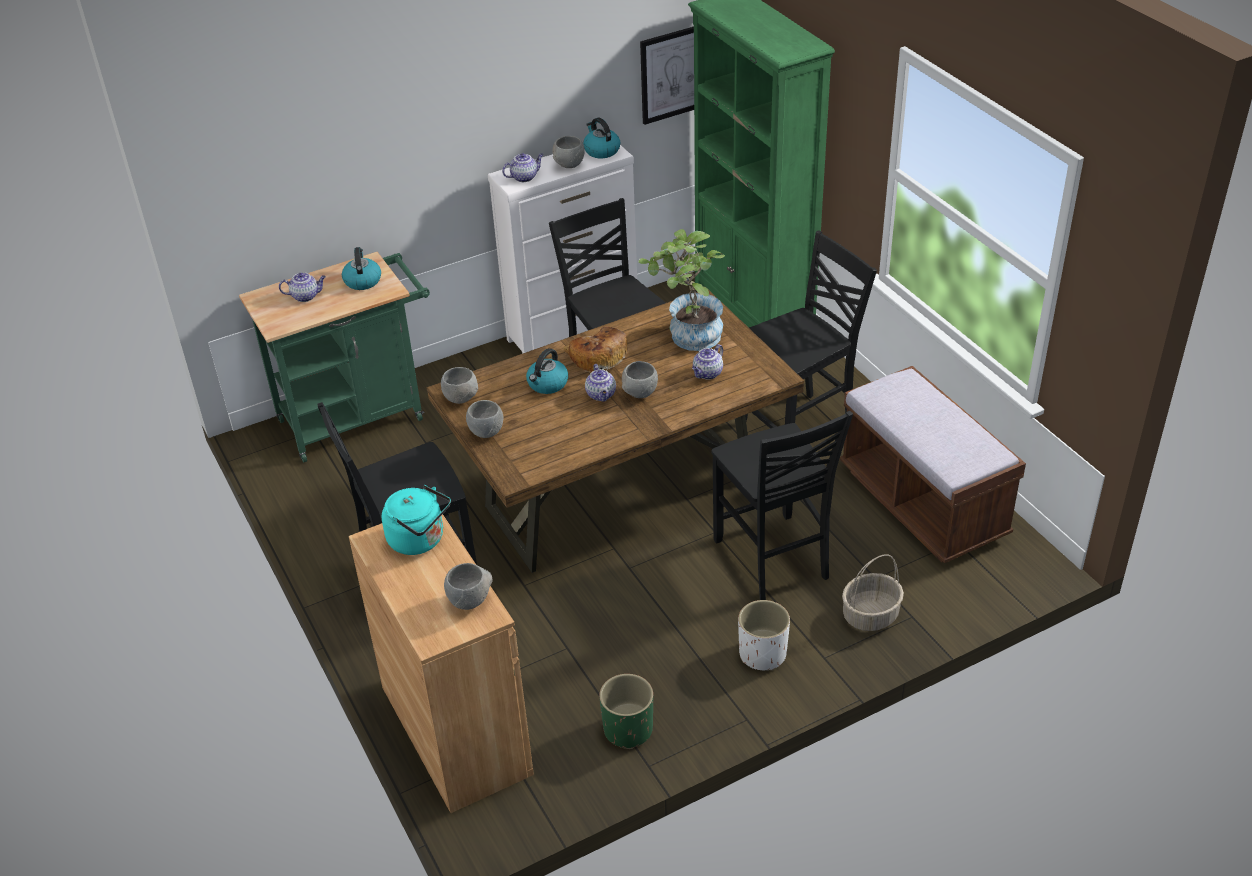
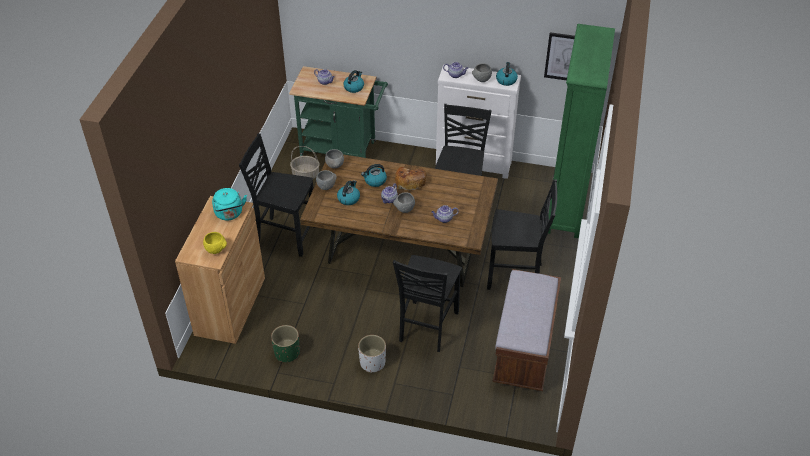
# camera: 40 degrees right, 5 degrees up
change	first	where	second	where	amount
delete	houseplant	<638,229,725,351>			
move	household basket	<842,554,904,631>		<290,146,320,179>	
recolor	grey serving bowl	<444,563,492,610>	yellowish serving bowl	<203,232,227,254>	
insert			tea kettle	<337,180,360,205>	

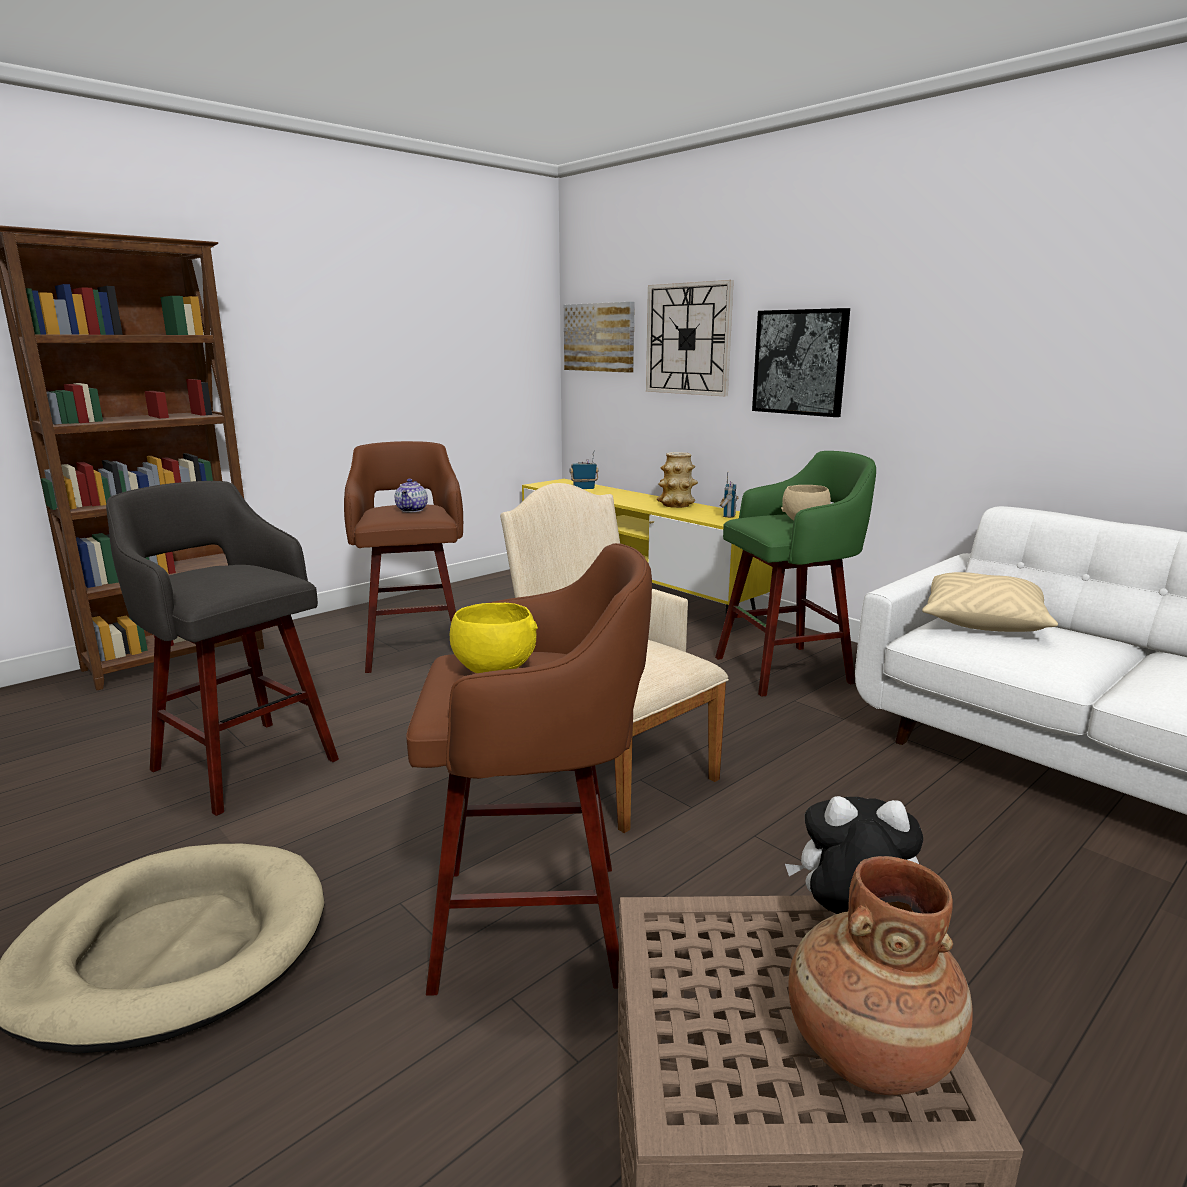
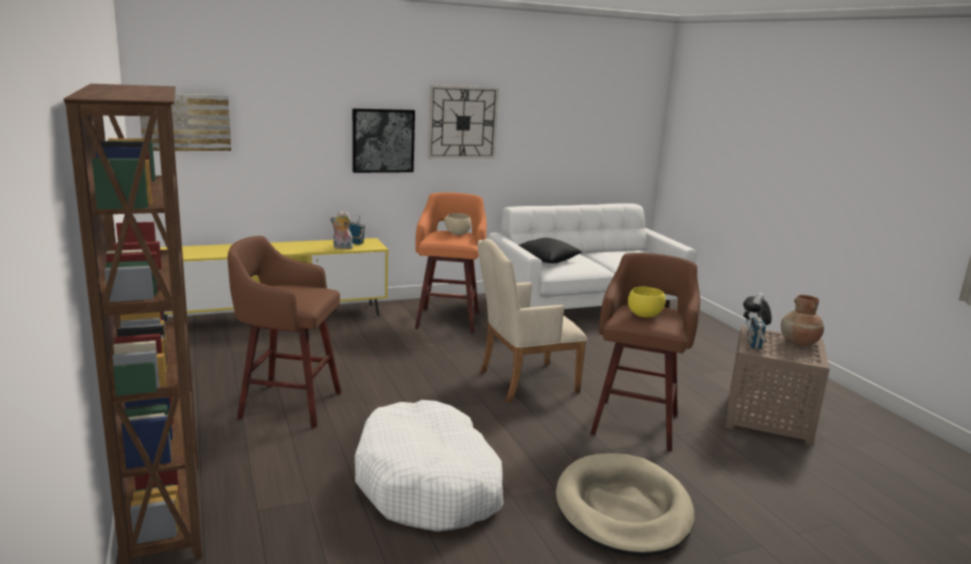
# camera: 70 degrees left, 0 degrees up
change	first	where	second	where	amount
move	wall clock	<646,280,734,396>		<428,85,499,159>	
move	radio set	<569,450,598,489>		<748,304,767,349>	
recolor	green-coloured stool seat	<715,451,876,697>	orangey stool seat	<415,192,487,333>	
delete	vase	<657,452,698,508>			
delete	teapot	<395,479,428,512>			
replace	grey stool seat	<106,481,339,816>	white dog bed	<355,400,503,532>	
recolor	sand-coloured pillow	<922,572,1058,632>	black-coloured pillow	<518,238,582,263>	
insert			cuddly toy	<330,211,353,249>	

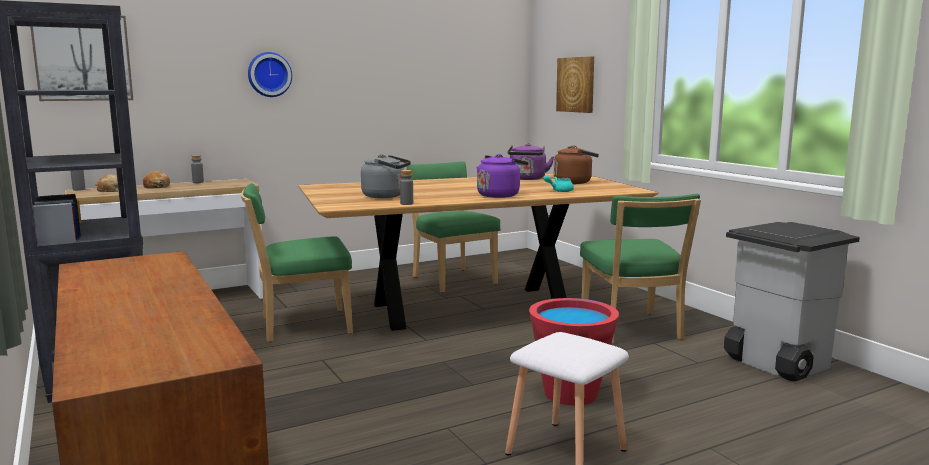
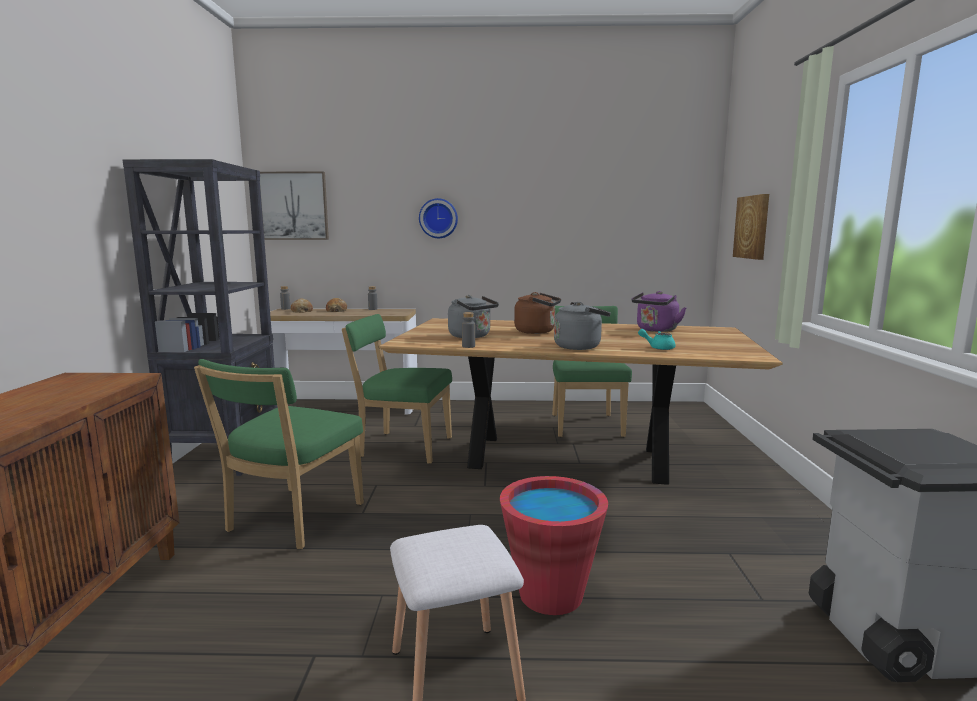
# camera: 30 degrees right, 0 degrees up
change	first	where	second	where	amount
move	brown tea kettle	<554,146,599,184>		<514,292,561,334>	
recolor	purple-coloured tea kettle	<477,154,529,198>	grey tea kettle	<554,302,611,350>	
move	green-coloured chair	<580,194,701,344>		<194,359,364,549>	

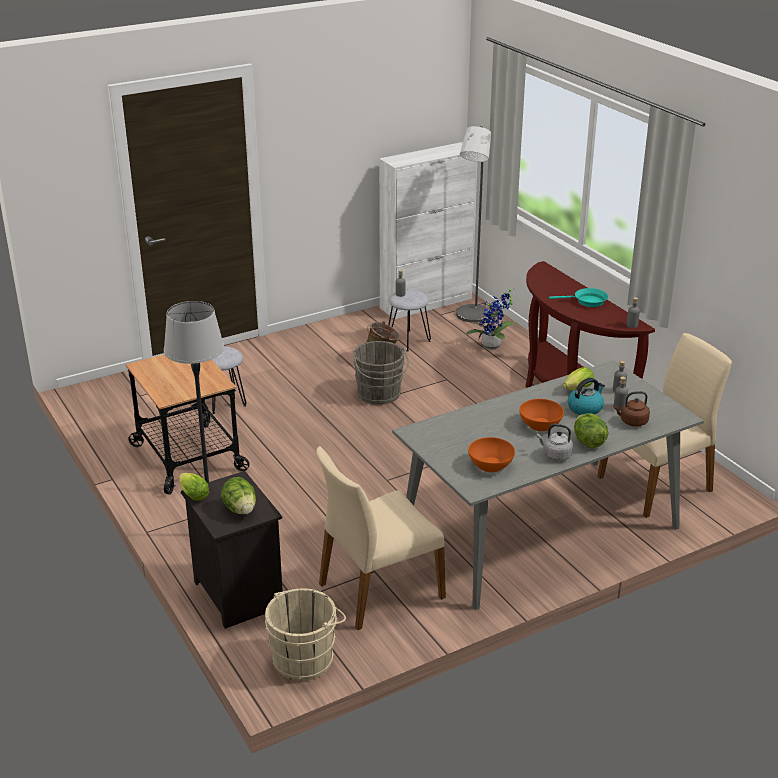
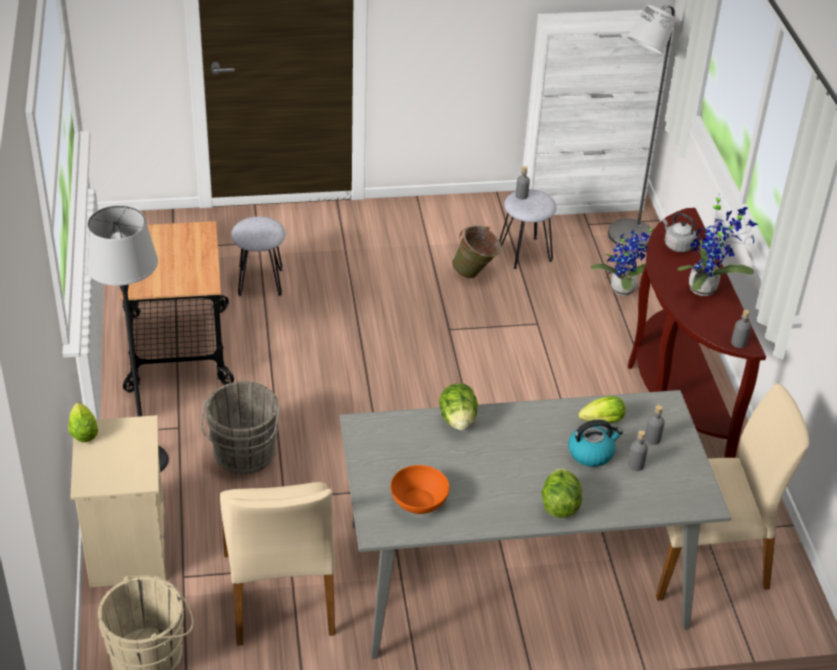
# camera: 20 degrees right, 10 degrees up
change	first	where	second	where	amount
replace	turquoise pan	<549,288,608,307>	houseplant	<677,193,758,296>	
move	grey water bucket	<353,341,409,405>		<201,381,280,474>	
delete	brown tea kettle	<613,391,650,427>			
delete	orangey serving bowl	<519,399,564,431>			
move	grey tea kettle	<537,424,573,461>		<663,213,697,252>	
rotate	sand-coloured chair	<316,446,446,630>		<220,482,335,646>	90 degrees counterclockwise
recolor	black-coloured nightstand	<181,471,283,629>	sand-coloured nightstand	<70,415,166,587>	
move	lettuce	<221,477,256,515>		<439,383,478,431>	

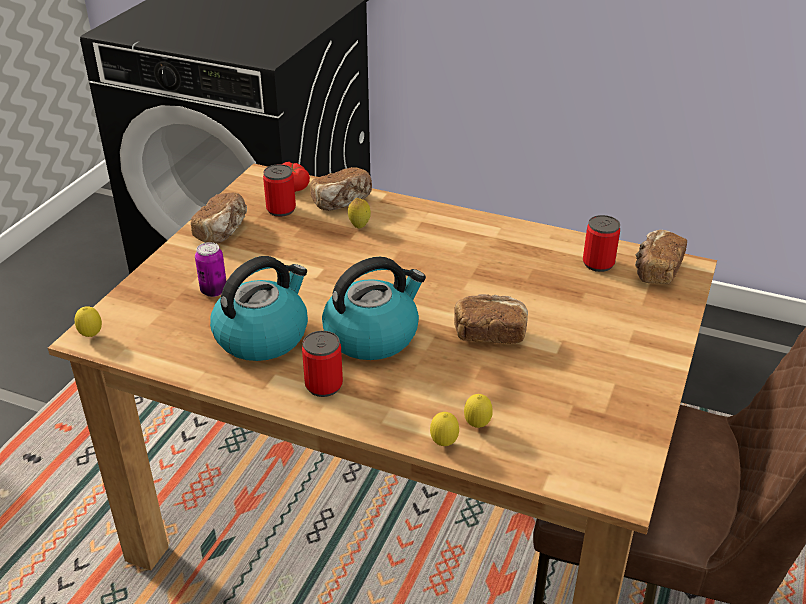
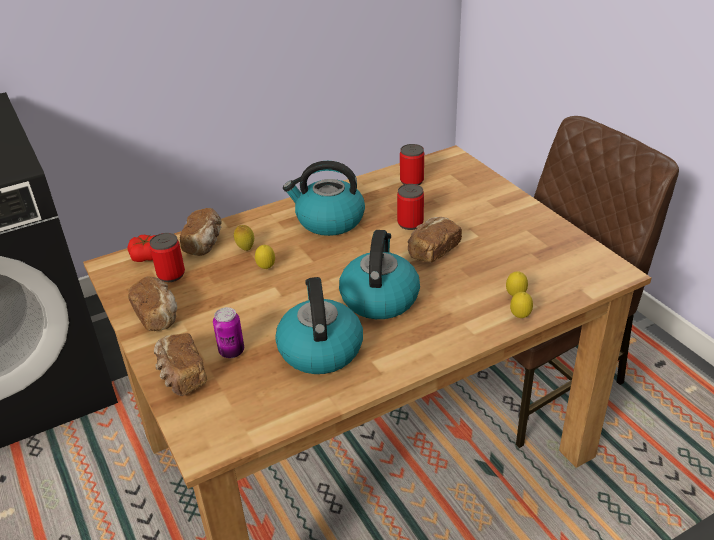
# camera: 50 degrees left, 0 degrees up
change	first	where	second	where	amount
move	bread	<635,230,687,284>		<154,333,207,396>	
move	lemon	<75,306,102,337>		<255,245,275,269>	
move	can	<302,331,343,397>		<397,184,424,230>	
insert			tea kettle	<283,161,365,236>	

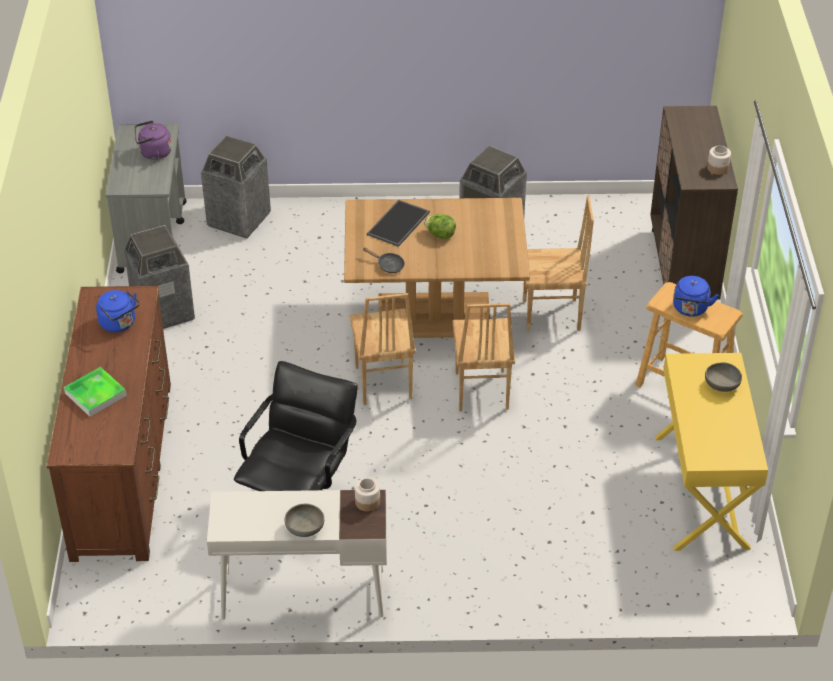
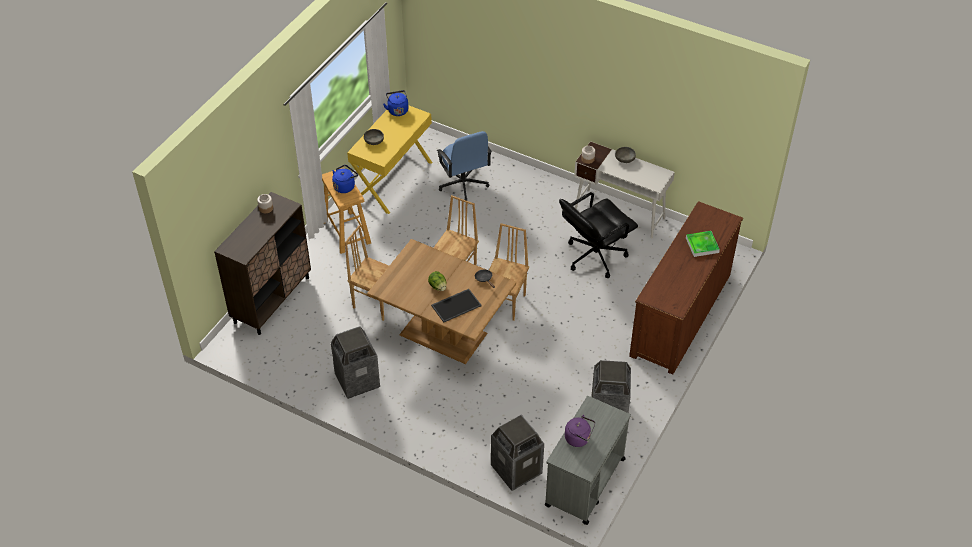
# camera: 150 degrees left, 5 degrees up
change	first	where	second	where	amount
move	bluish tea kettle	<96,290,140,332>		<383,90,408,116>	
insert			bluish office chair	<436,131,492,201>	

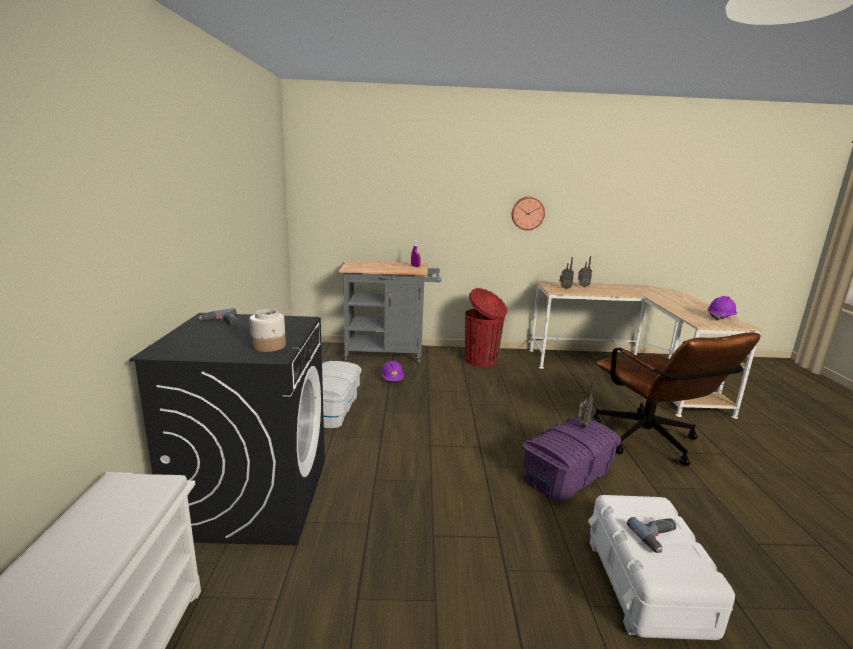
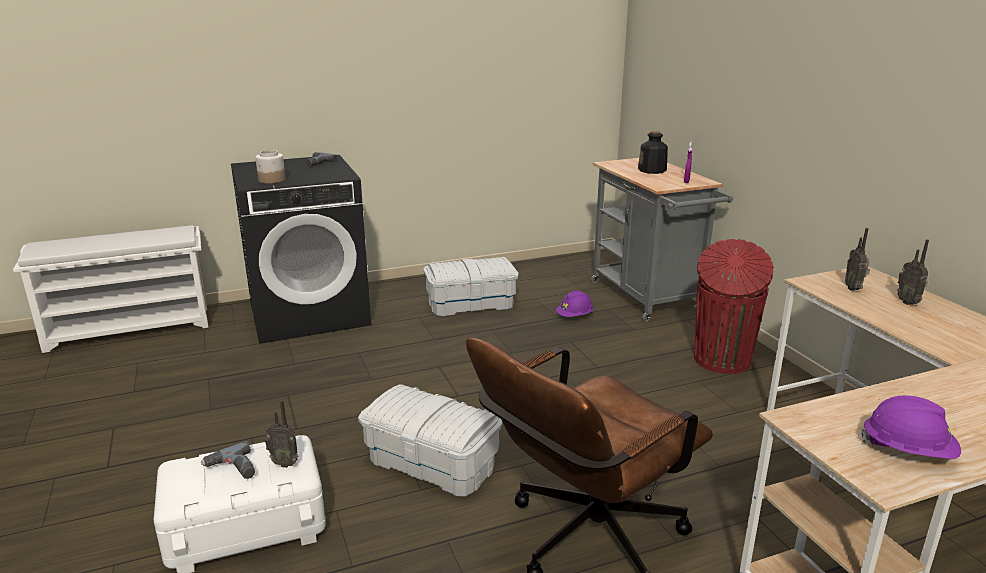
# camera: 70 degrees right, 5 degrees up
change	first	where	second	where	amount
delete	wall clock	<512,197,545,230>			
move	radio set	<578,381,594,428>		<265,400,298,468>	
recolor	purple-coloured storage container	<522,416,621,503>	white storage container	<358,384,503,497>	
insert			drink bottle	<638,131,668,174>	

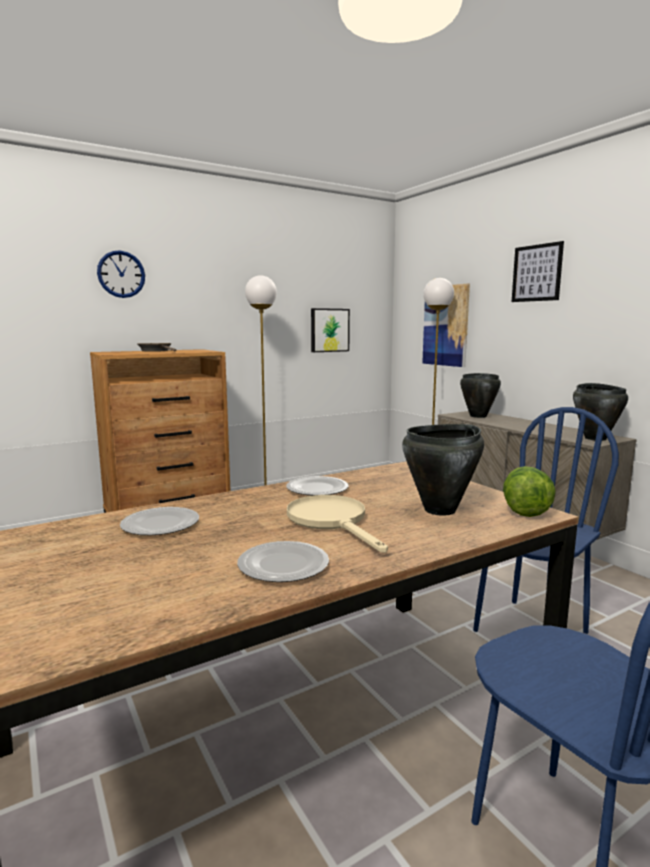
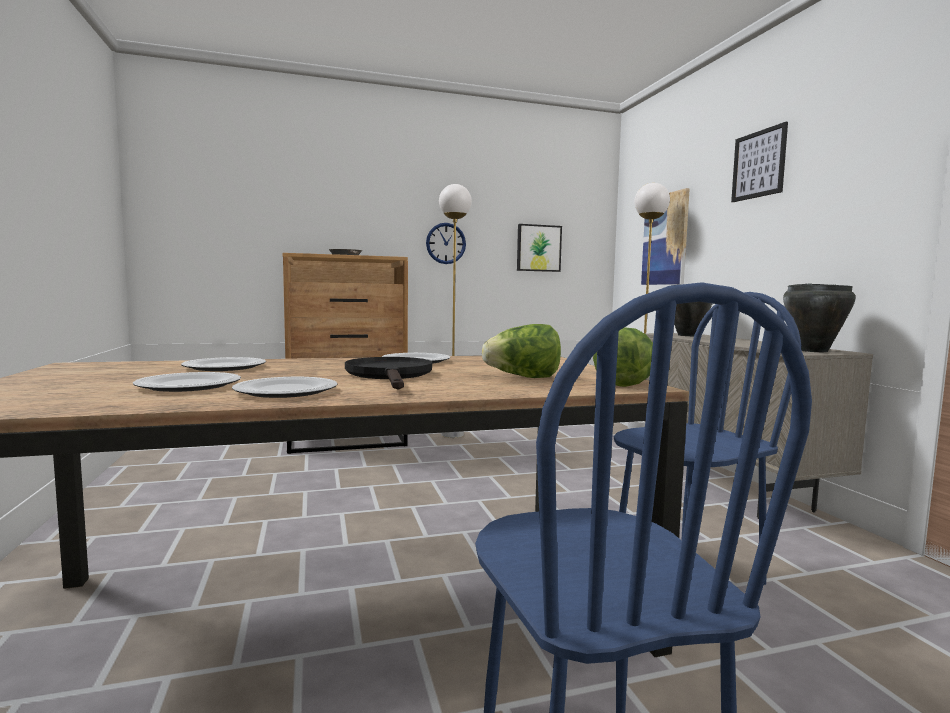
# camera: 15 degrees right, 5 degrees down
change	first	where	second	where	amount
move	wall clock	<97,250,145,298>		<426,223,466,264>	
replace	black-coloured saucepot	<402,424,484,516>	lettuce	<482,324,561,378>	
recolor	sand-coloured pan	<287,495,388,553>	black-coloured pan	<345,357,432,390>	
insert			plate	<133,372,241,392>	

